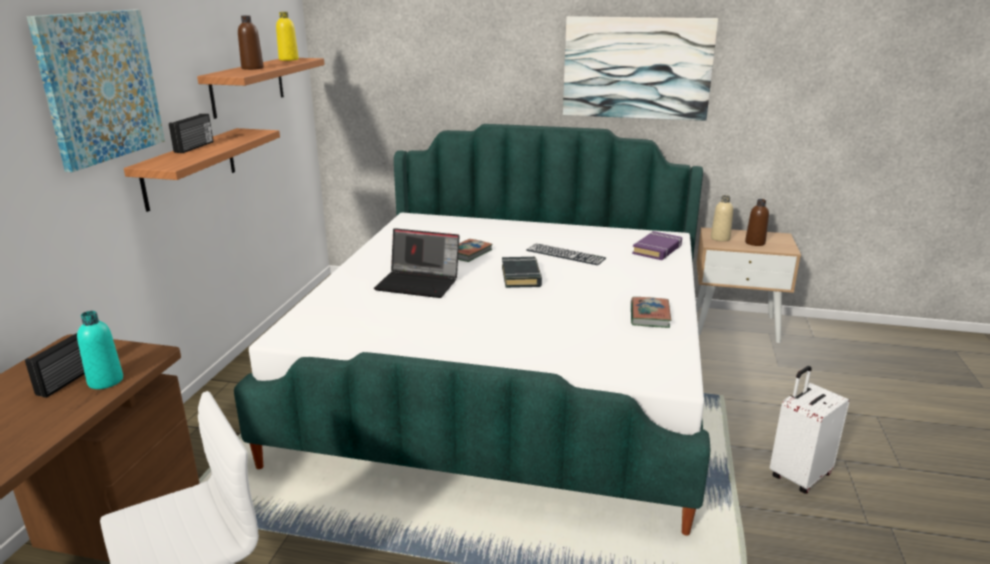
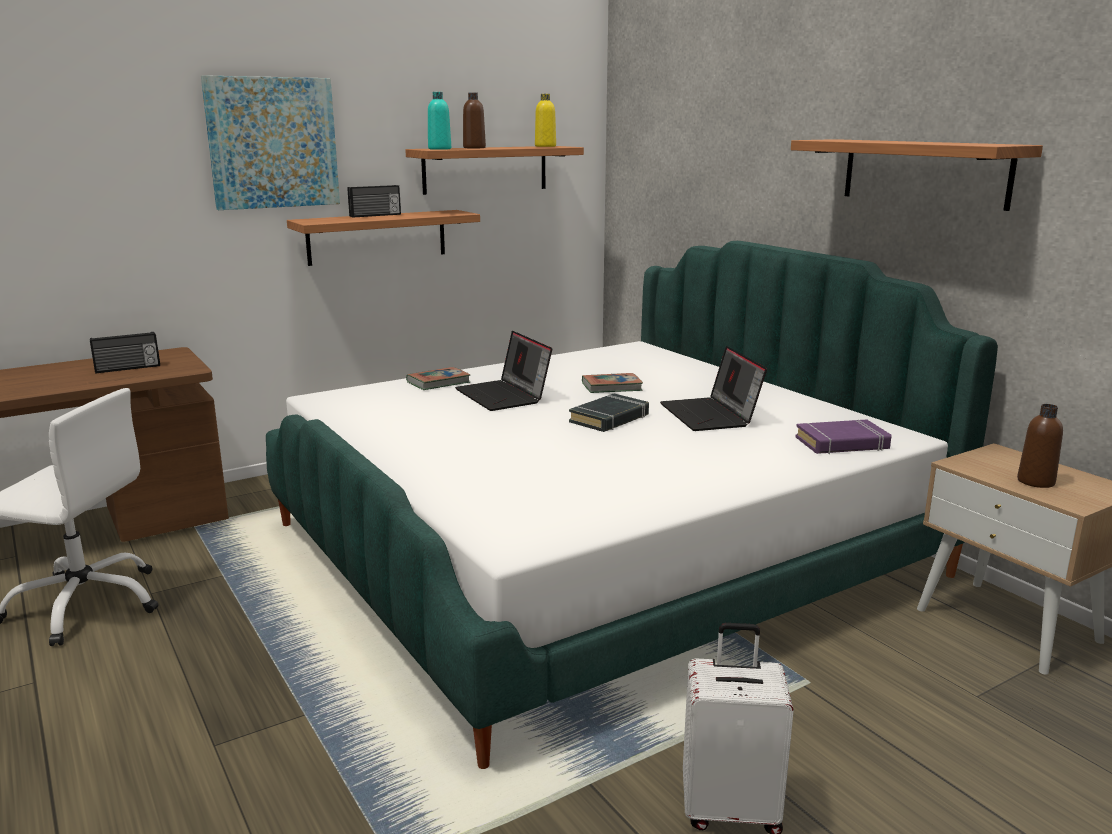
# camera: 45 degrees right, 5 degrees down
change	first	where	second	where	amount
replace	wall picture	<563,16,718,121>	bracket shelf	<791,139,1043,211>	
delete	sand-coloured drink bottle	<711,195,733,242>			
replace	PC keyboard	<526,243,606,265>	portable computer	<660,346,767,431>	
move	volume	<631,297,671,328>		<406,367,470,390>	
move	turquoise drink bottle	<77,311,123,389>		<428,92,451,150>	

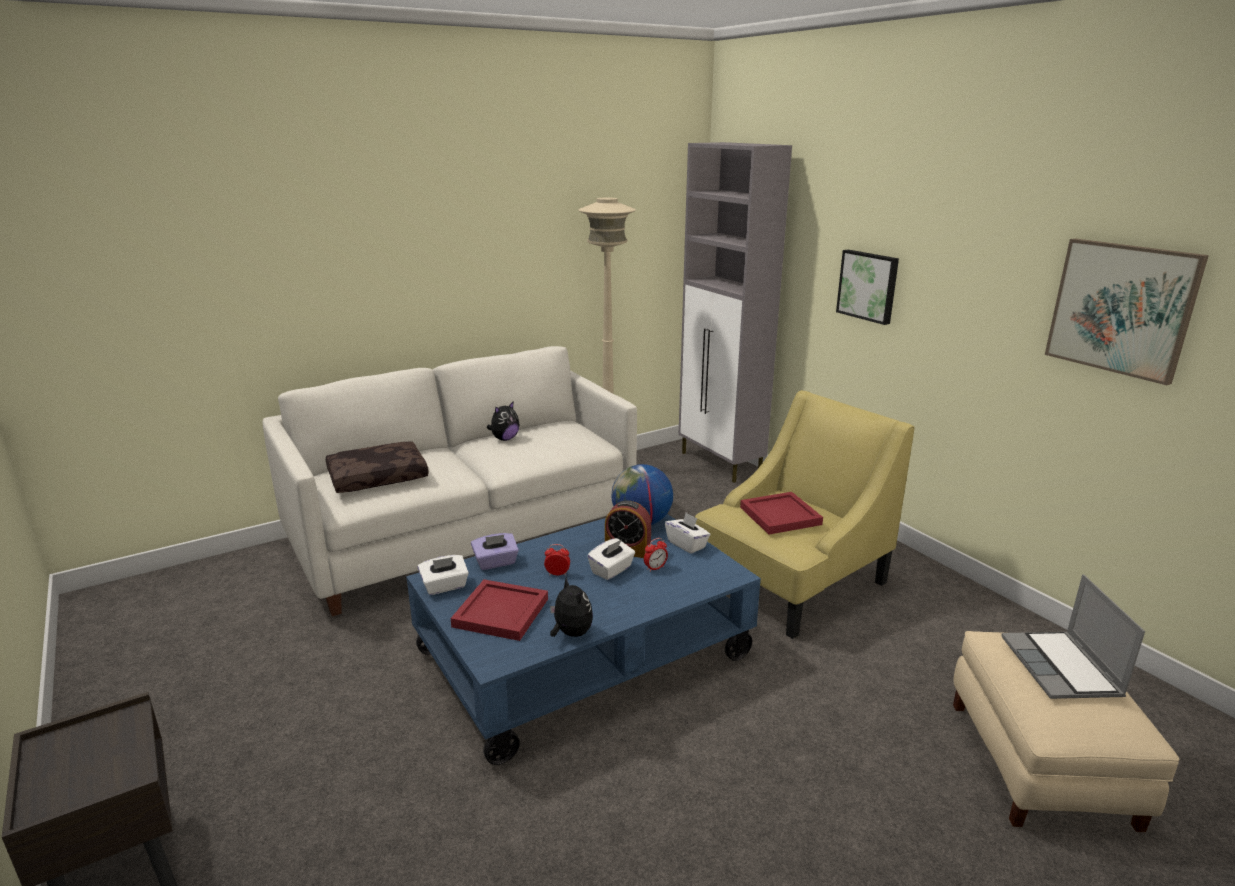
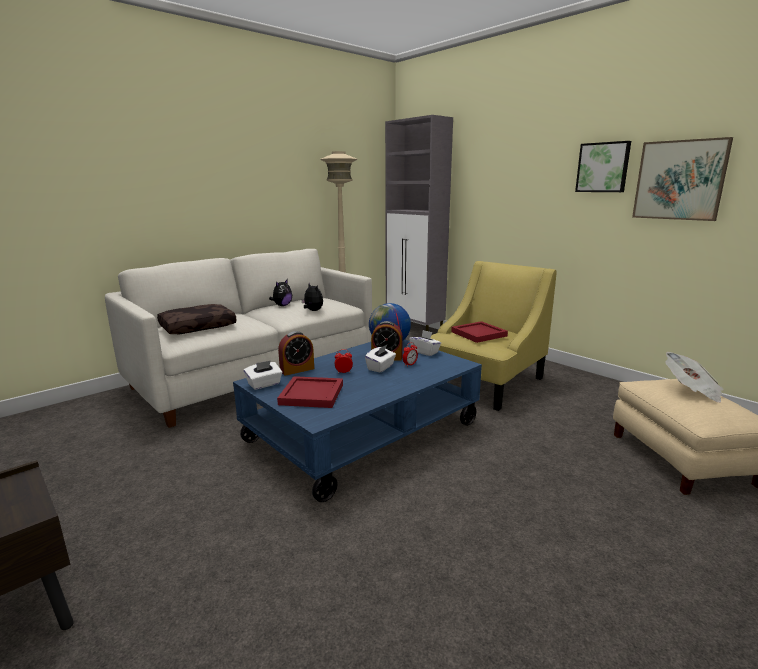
# camera: 10 degrees left, 5 degrees down
change	first	where	second	where	amount
move	wall picture	<836,250,899,325>		<575,141,631,192>	
replace	purple-coloured tissue box	<471,533,519,570>	bedside clock	<278,331,314,376>	
replace	portable computer	<1001,574,1145,699>	printed paper	<666,352,724,403>	
move	cuddly toy	<550,576,593,637>		<302,283,323,311>	

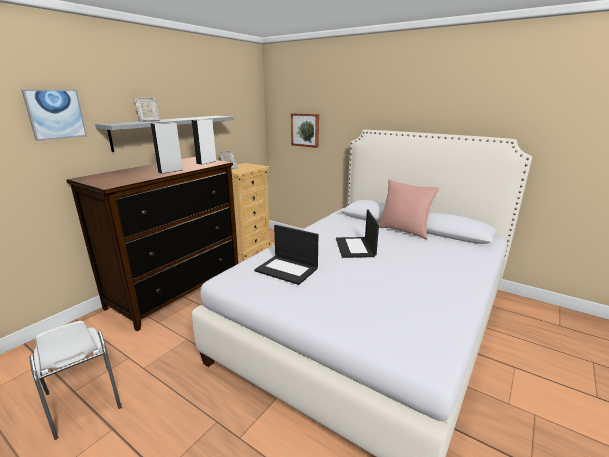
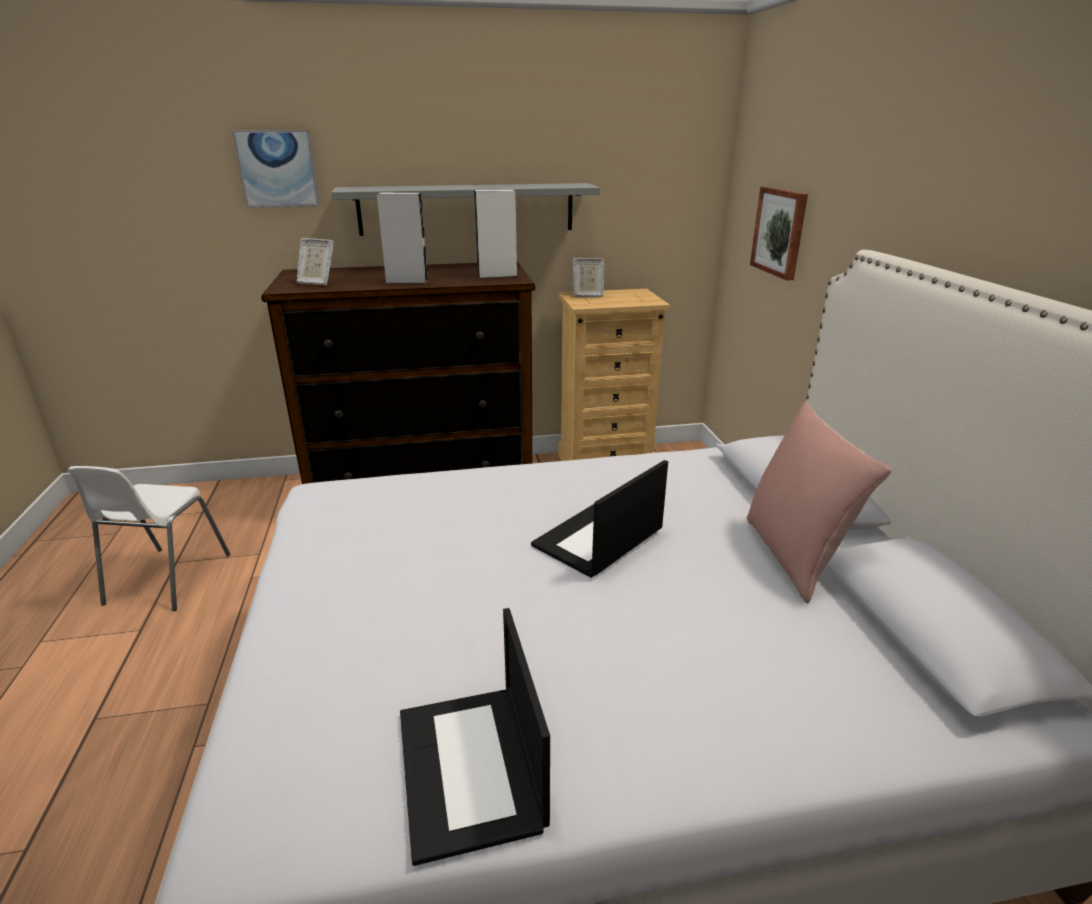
# camera: 45 degrees right, 5 degrees up
change	first	where	second	where	amount
move	picture frame	<134,97,160,122>		<297,238,334,285>	
move	portable computer	<254,225,318,285>		<400,608,550,866>	

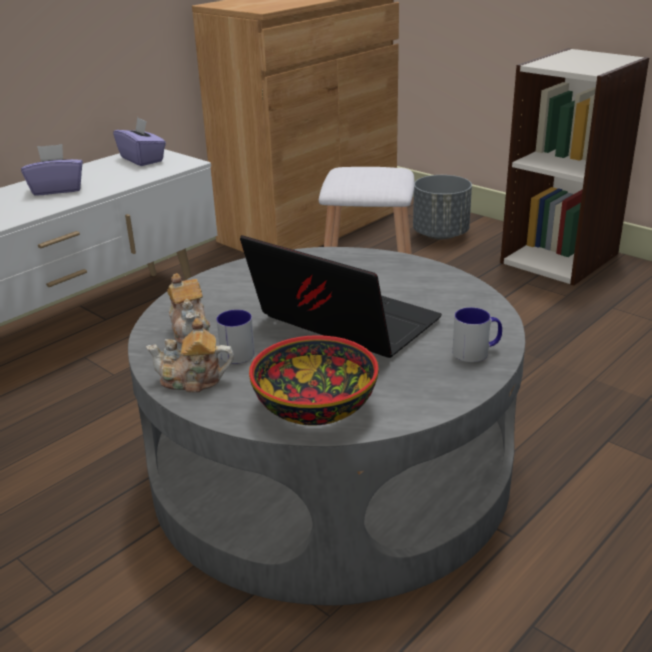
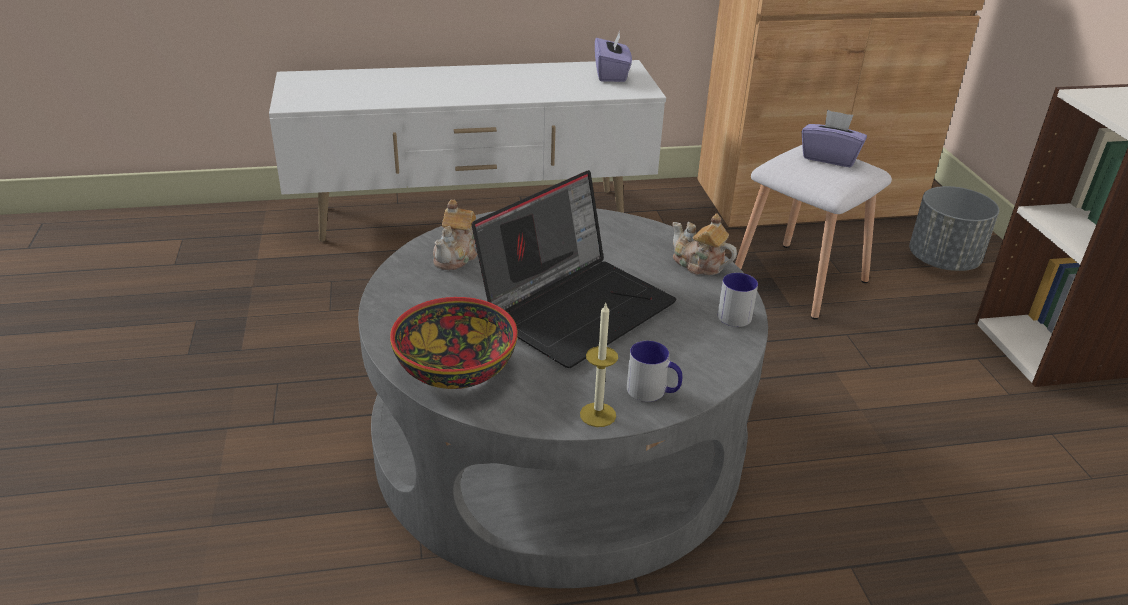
# camera: 35 degrees right, 5 degrees up
change	first	where	second	where	amount
move	purple-coloured tissue box	<21,144,83,196>		<802,110,867,167>	
rotate	portable computer	<240,235,442,358>		<471,170,677,368>	60 degrees clockwise
move	mug	<217,310,255,364>		<718,273,758,327>	
move	teapot	<146,318,234,393>		<672,214,737,275>	
insert			wax light	<580,303,618,427>	

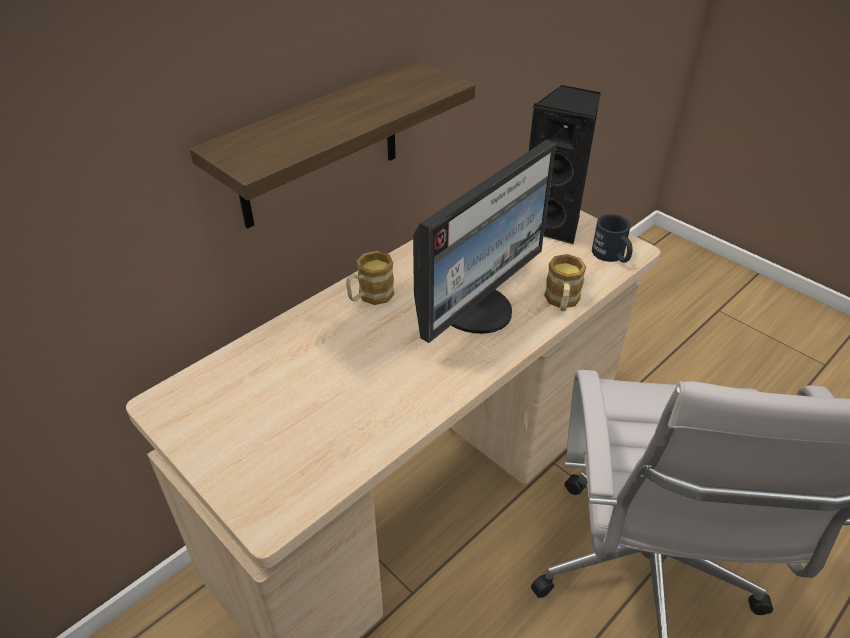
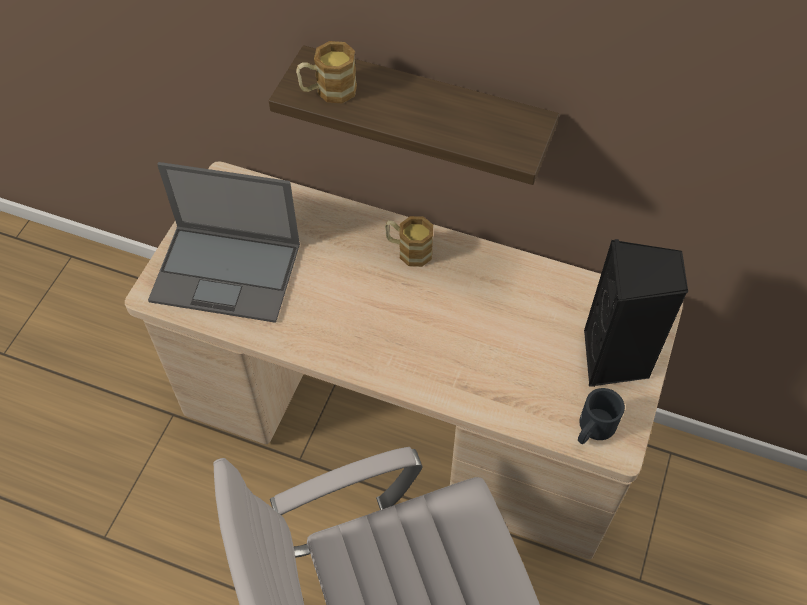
# camera: 65 degrees right, 15 degrees up
change	first	where	second	where	amount
delete	computer display	<413,140,556,343>			
move	mug	<544,254,586,311>		<296,41,357,103>	
insert			portable computer	<148,162,300,323>	

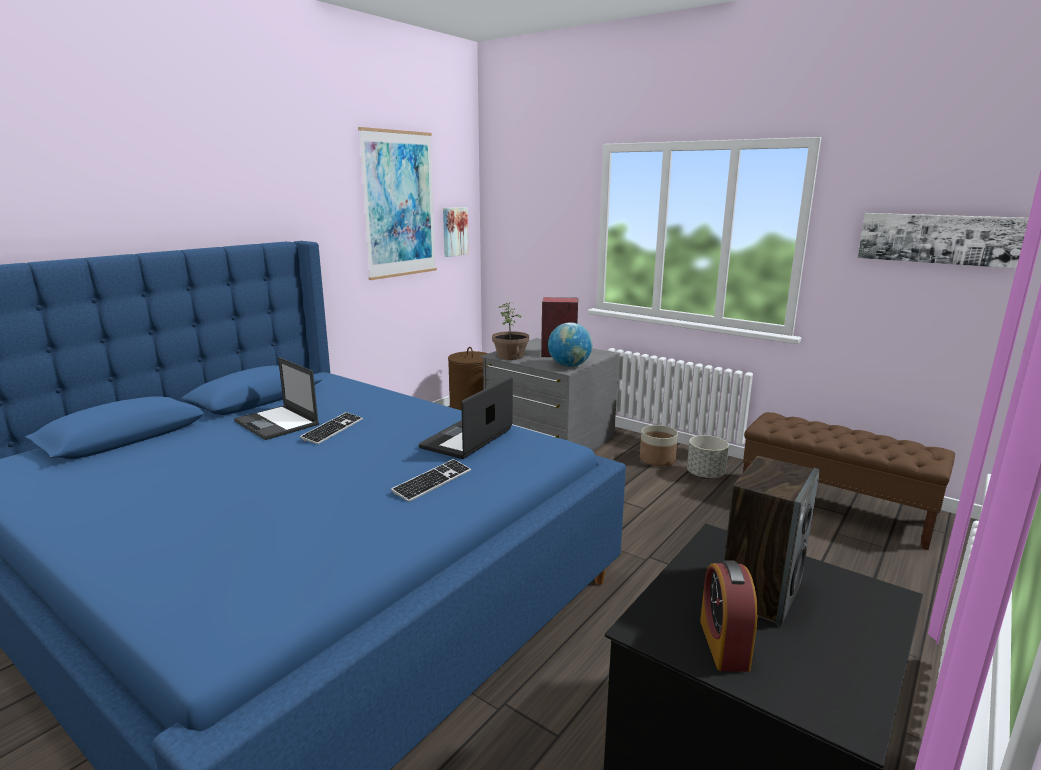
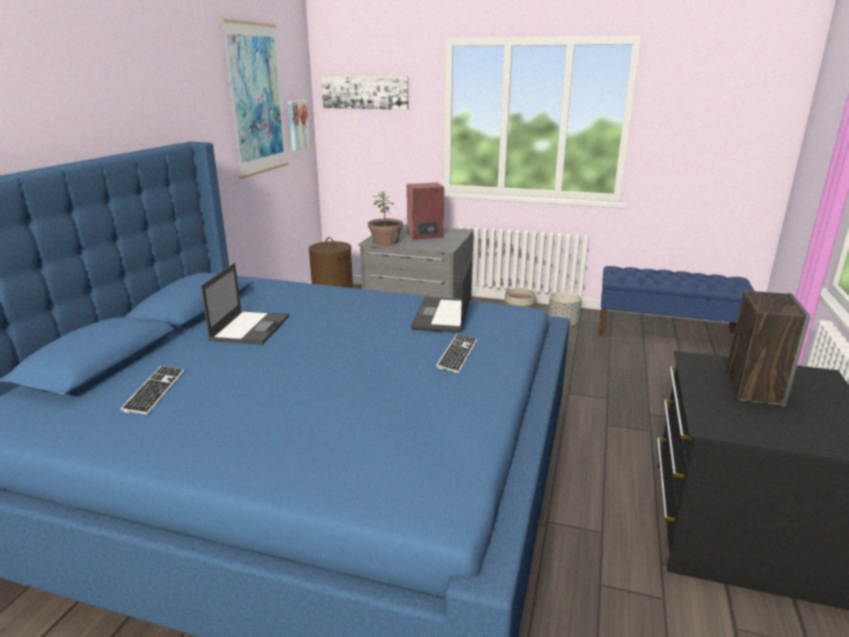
# camera: 20 degrees left, 5 degrees up
change	first	where	second	where	amount
move	wall picture	<858,213,1029,269>		<321,76,409,110>	
delete	world globe	<548,322,592,367>			
rotate	portable computer	<234,357,319,440>		<201,263,289,345>	105 degrees counterclockwise
move	PC keyboard	<300,412,363,444>		<120,366,184,415>	
recolor	brown bench	<743,412,955,550>	bluish bench	<598,266,754,336>	
delete	bedside clock	<700,560,758,672>			

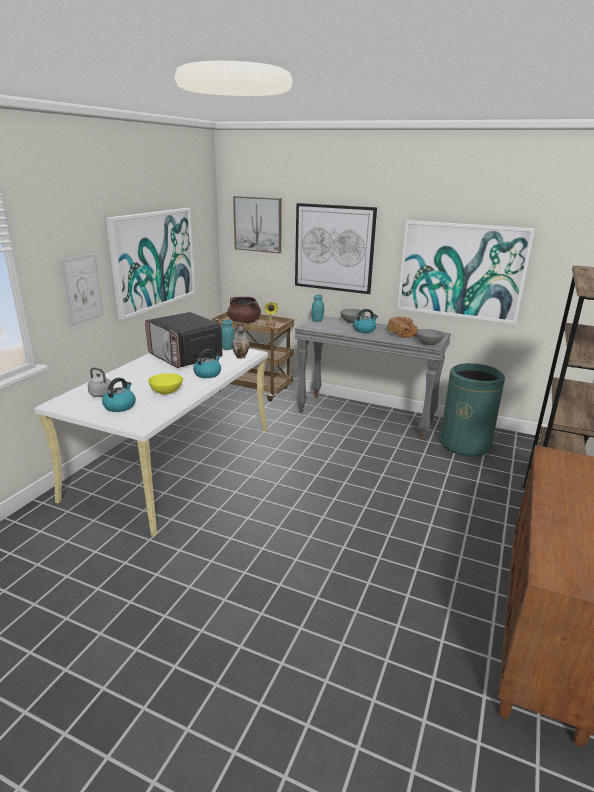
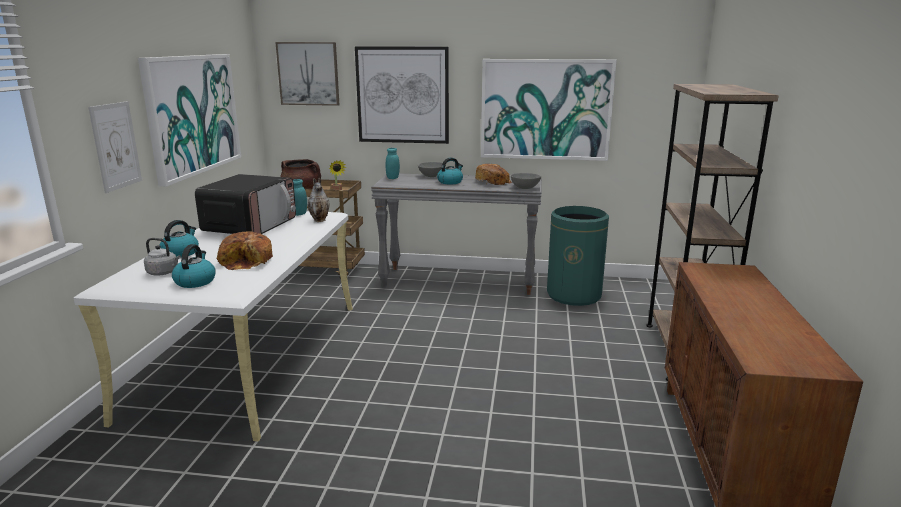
# camera: 15 degrees left, 5 degrees down
change	first	where	second	where	amount
rotate	microwave	<145,312,223,368>		<195,174,296,234>	105 degrees counterclockwise
move	tea kettle	<193,349,221,378>		<160,220,199,258>	
replace	yellowish serving bowl	<148,373,183,394>	bread	<217,231,273,270>	

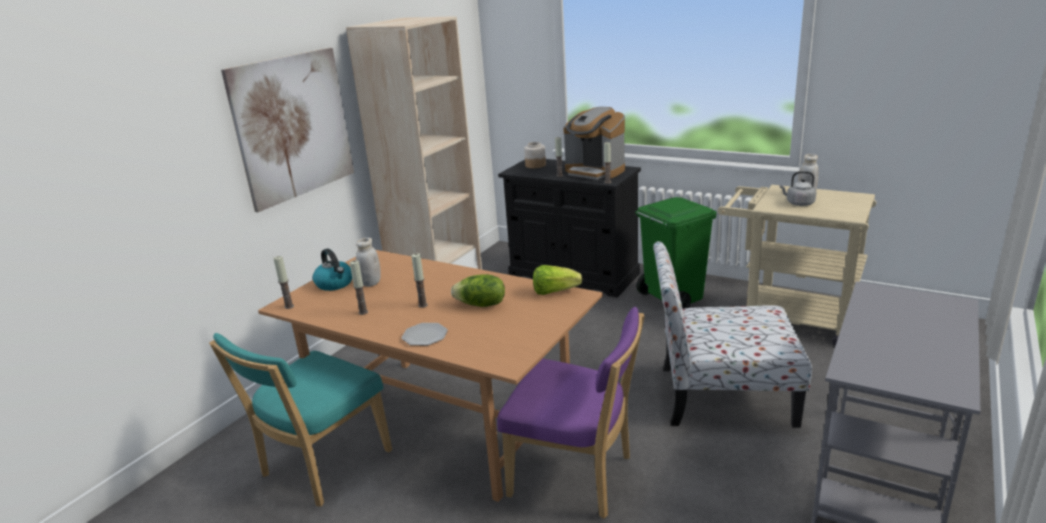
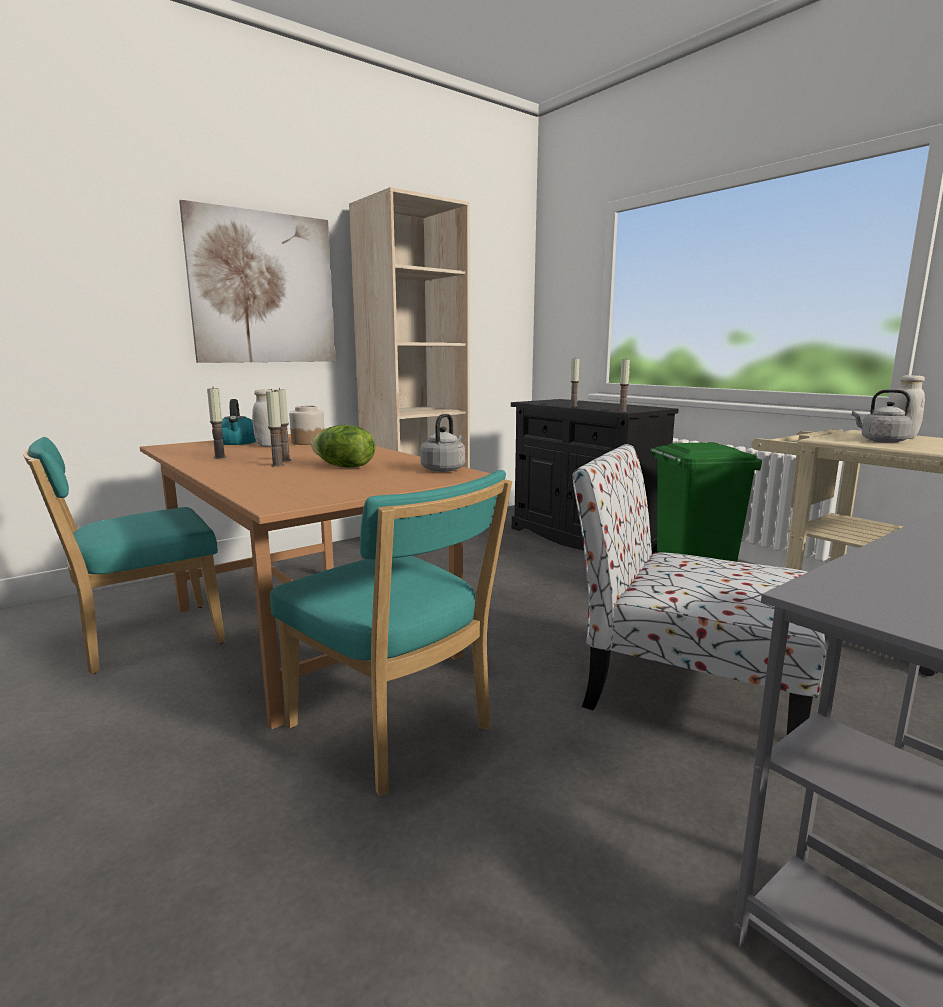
# camera: 20 degrees right, 10 degrees down
change	first	where	second	where	amount
delete	coffee machine	<563,106,625,180>			
move	preserve jar	<524,142,546,168>		<289,406,325,445>	
move	wax light	<274,256,294,309>		<266,389,284,467>	
replace	lettuce	<533,265,582,295>	grey tea kettle	<420,414,465,472>	
recolor	purple-coloured chair	<497,307,644,519>	turquoise chair	<270,470,512,796>	
delete	plate	<402,323,448,346>			

